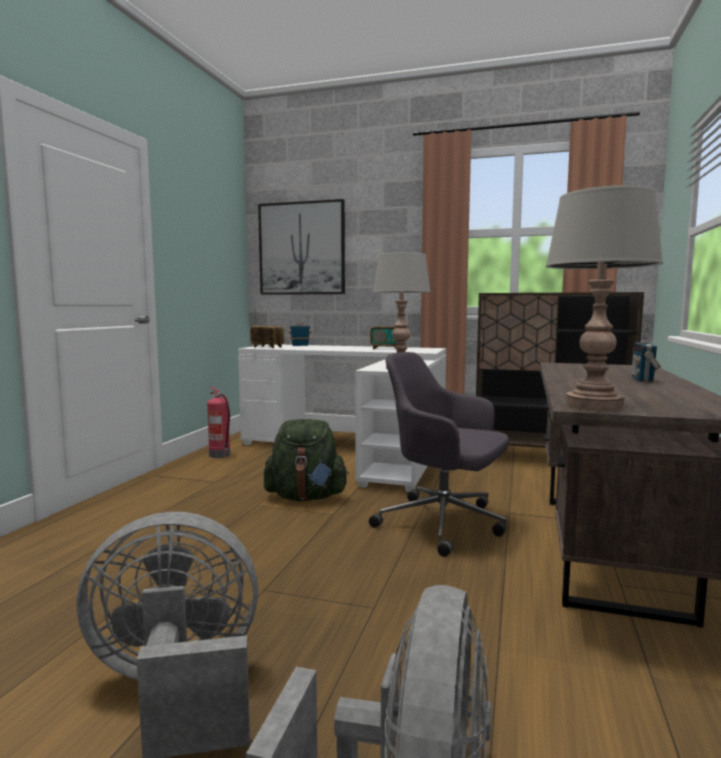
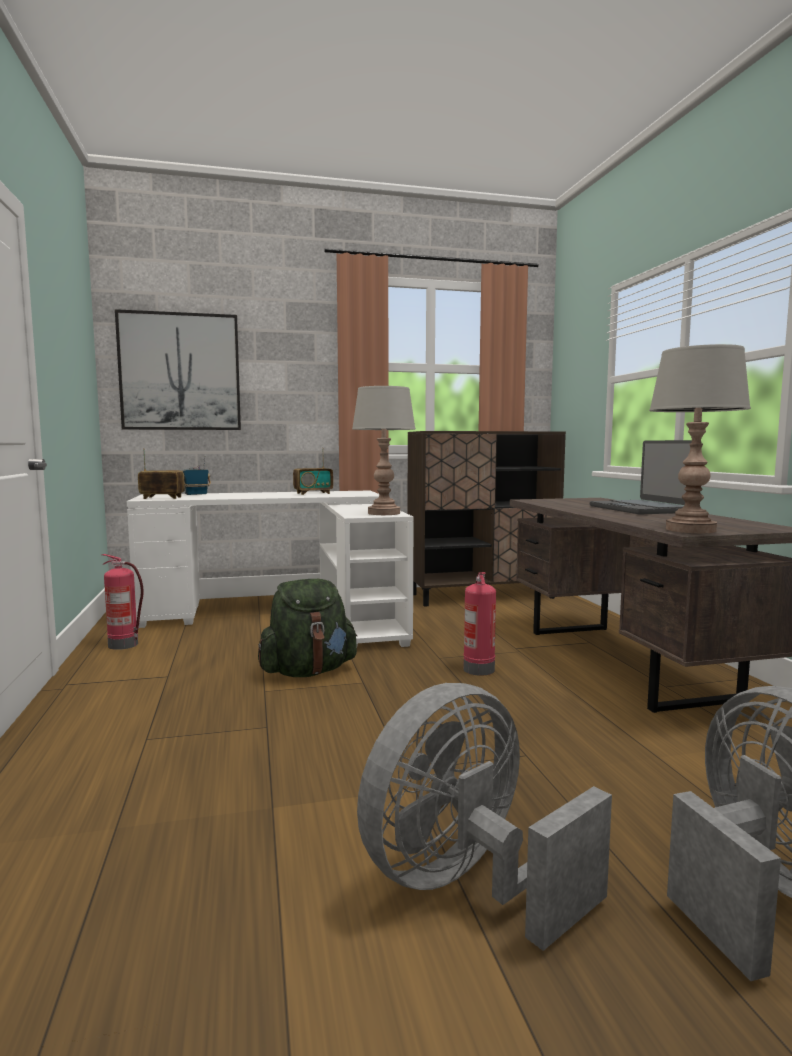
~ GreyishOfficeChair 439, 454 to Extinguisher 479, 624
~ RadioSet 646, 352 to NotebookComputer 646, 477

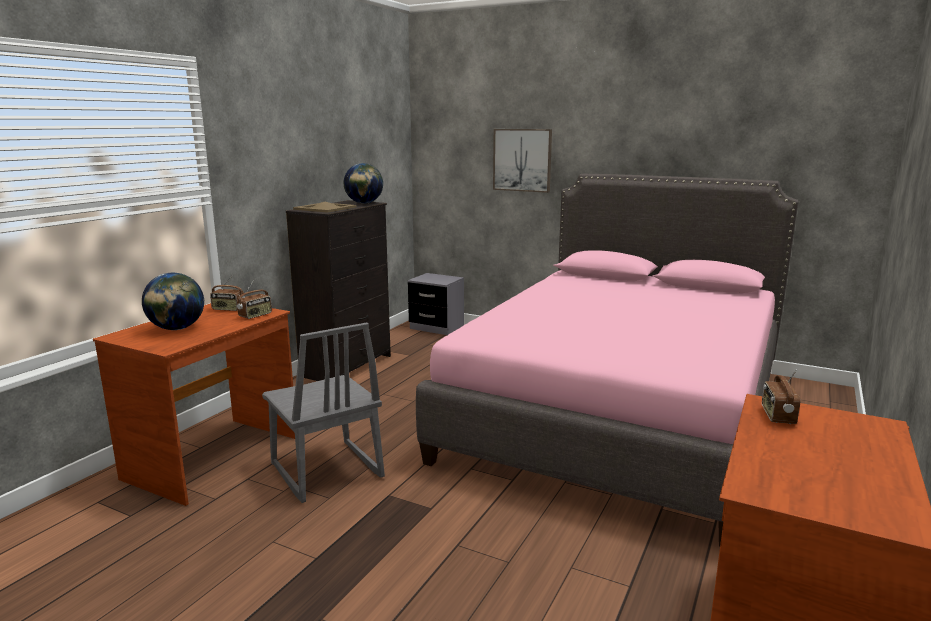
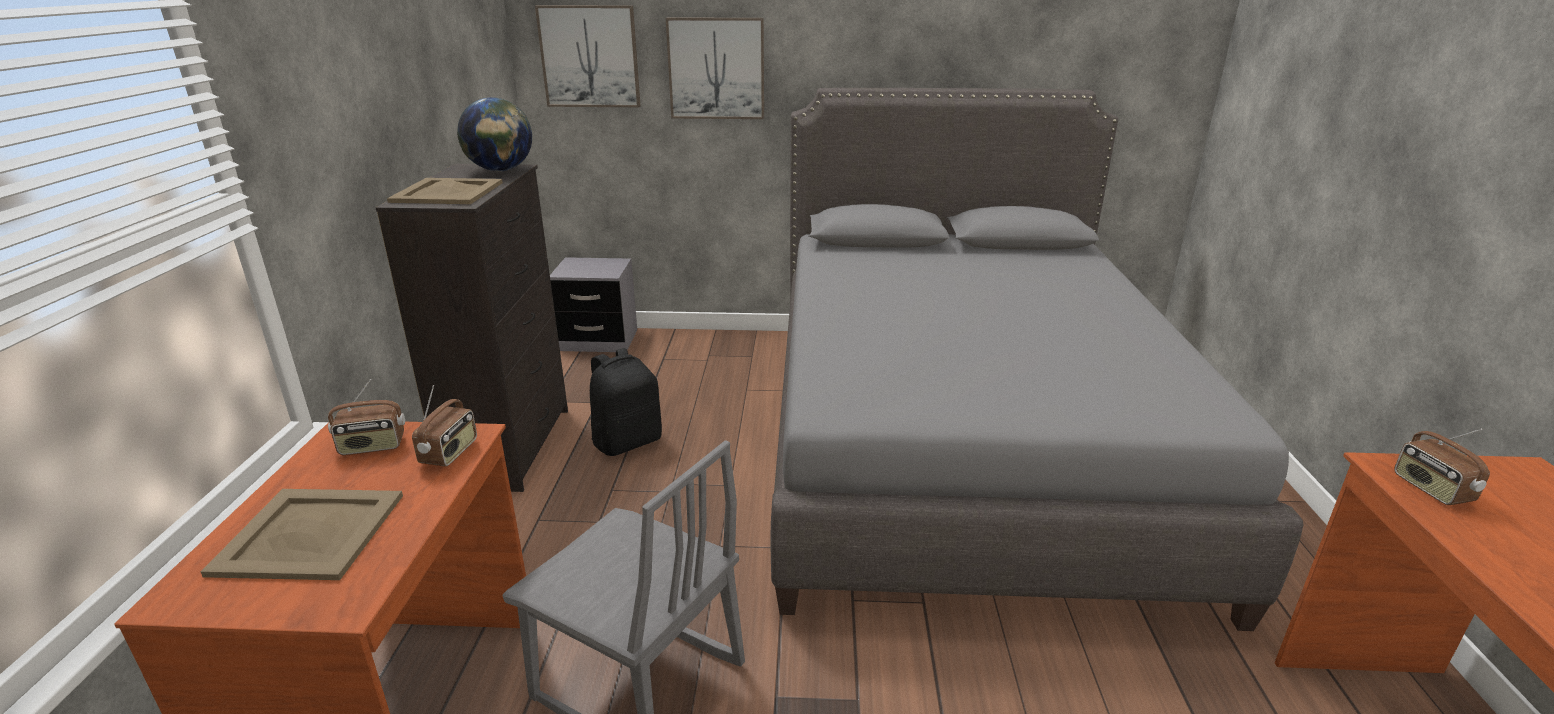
~ DeskGlobe 173, 301 to SandColouredCarryingTray 302, 534
+ Picture 588, 56
+ BlackColouredBackpack 626, 402
~ PinkColouredBedroomBed 607, 360 to GreyishBedroomBed 1037, 359

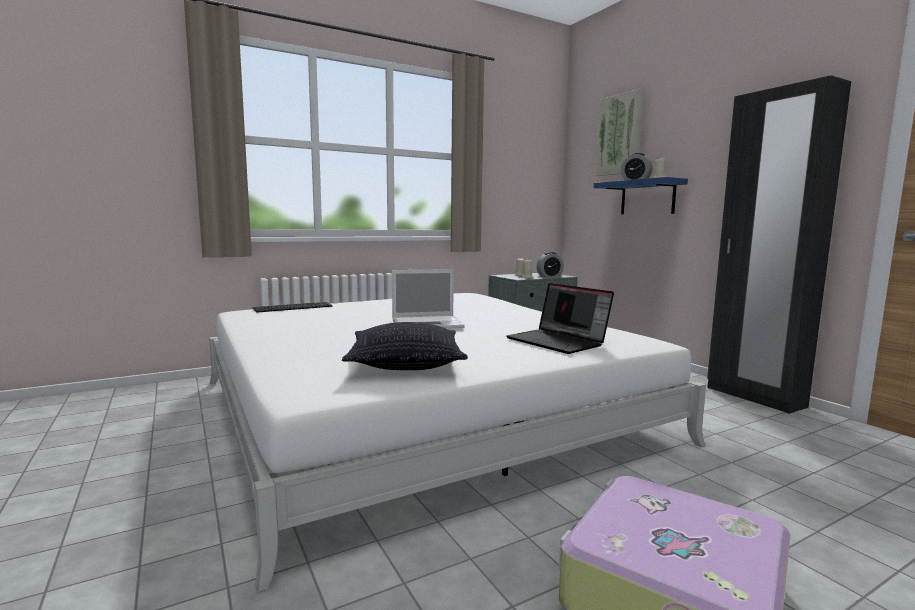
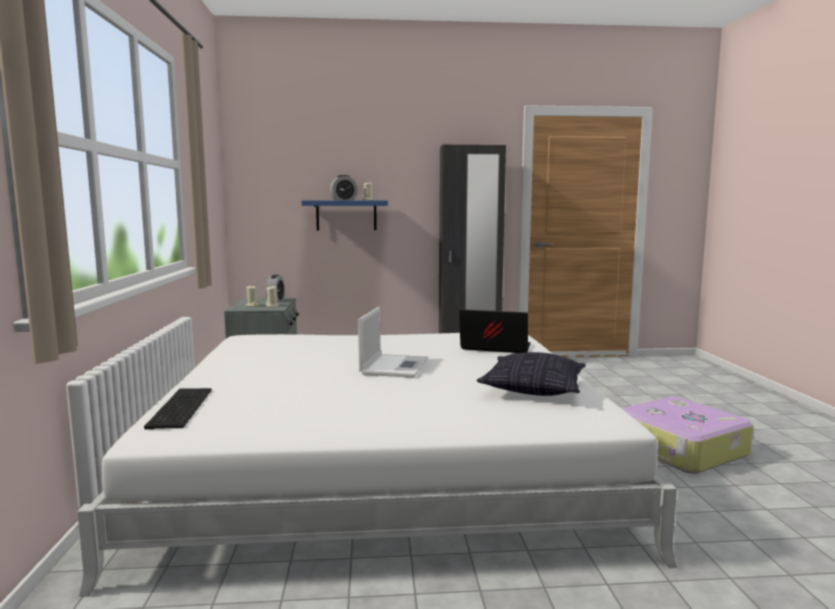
~ NotebookComputer 560, 318 = 495, 331 150 degrees counterclockwise
- Picture 619, 132

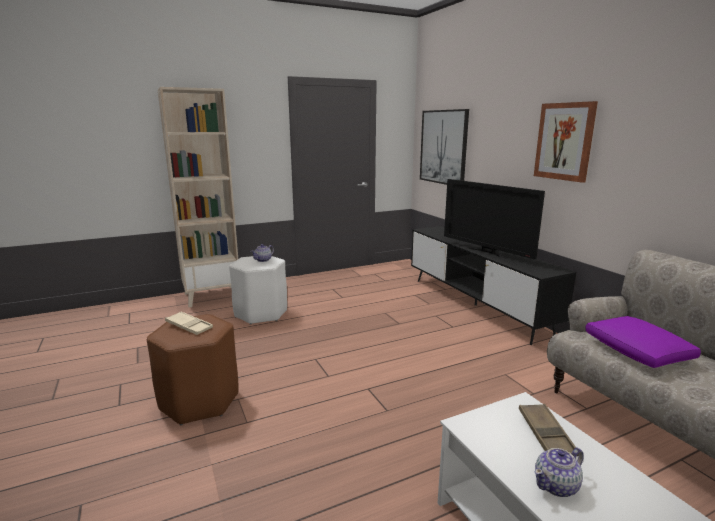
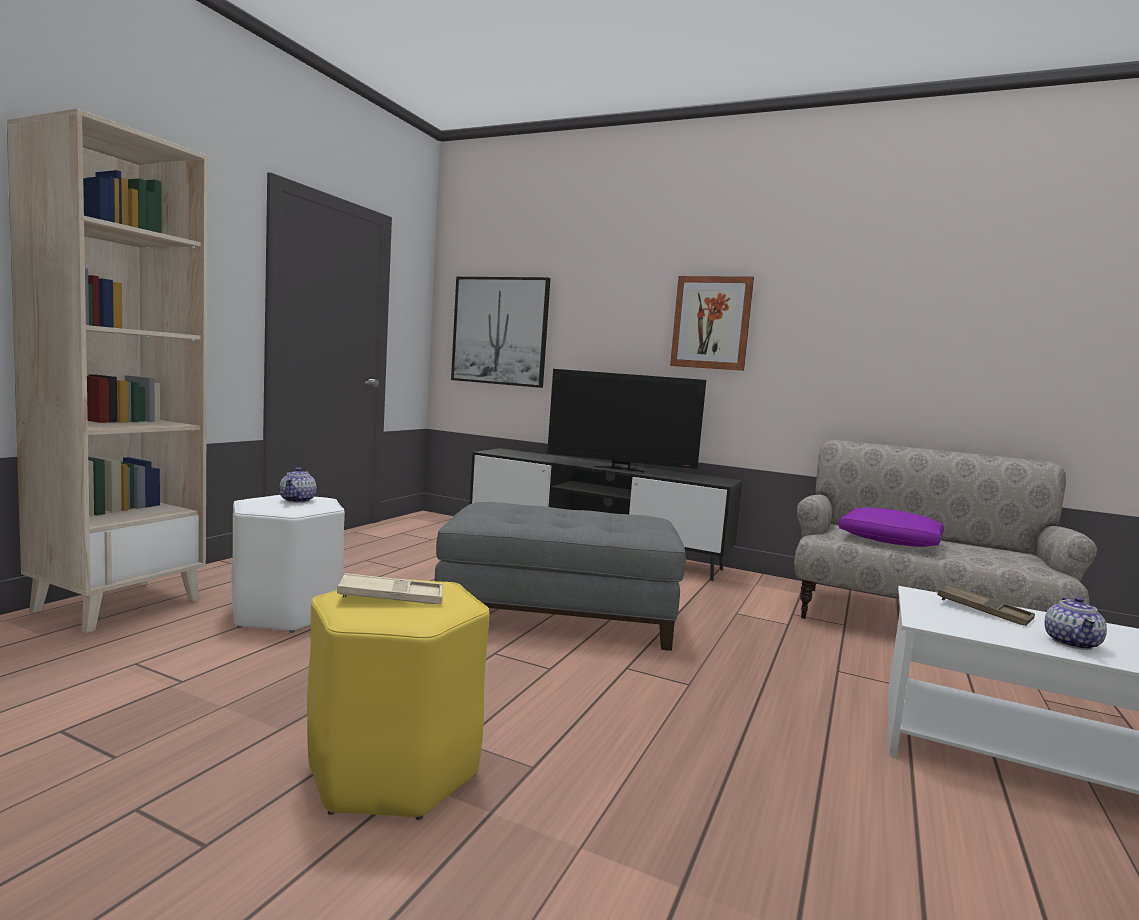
~ BrownishStool 192, 369 to YellowStool 398, 699
+ GreyishFootrest 560, 576

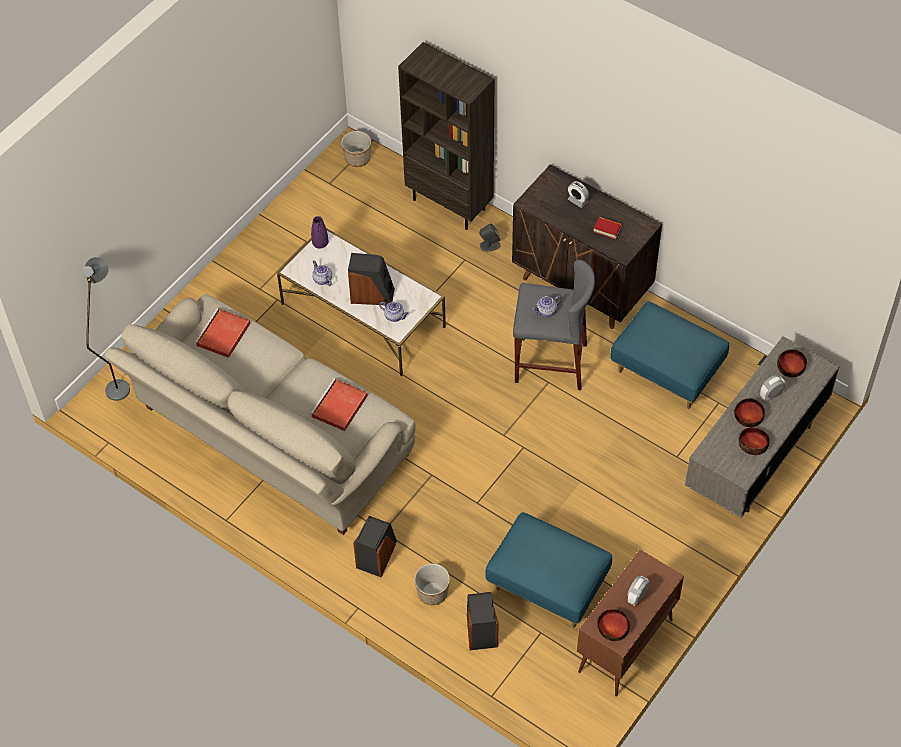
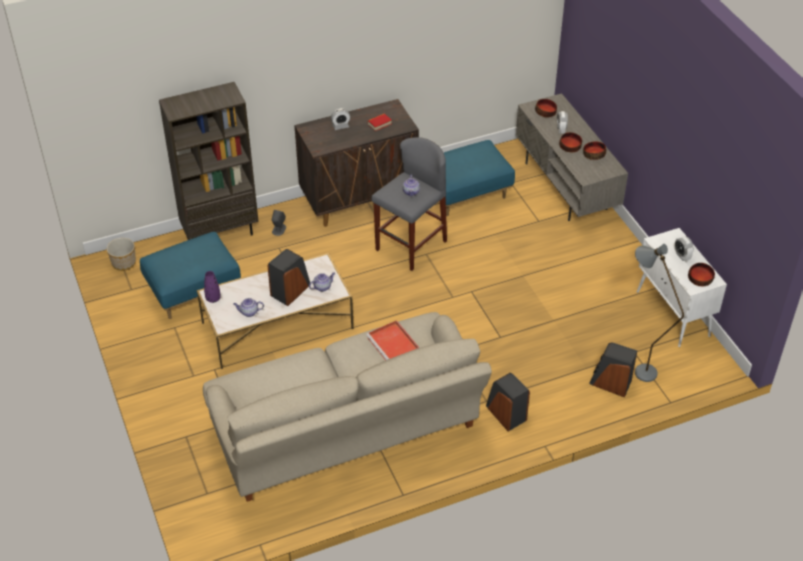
~ BlueFootrest 548, 569 to 190, 275
~ GreyishStandingLamp 106, 329 to 659, 313
~ BrownishStorageCabinet 630, 622 to WhitishStorageCabinet 682, 287
- ReddishCarryingTray 223, 333
- Planter 432, 584

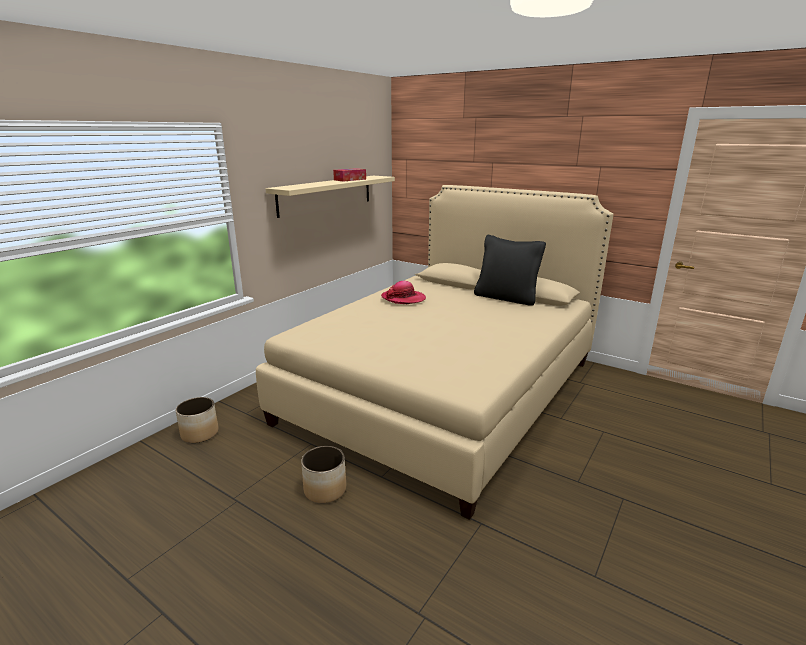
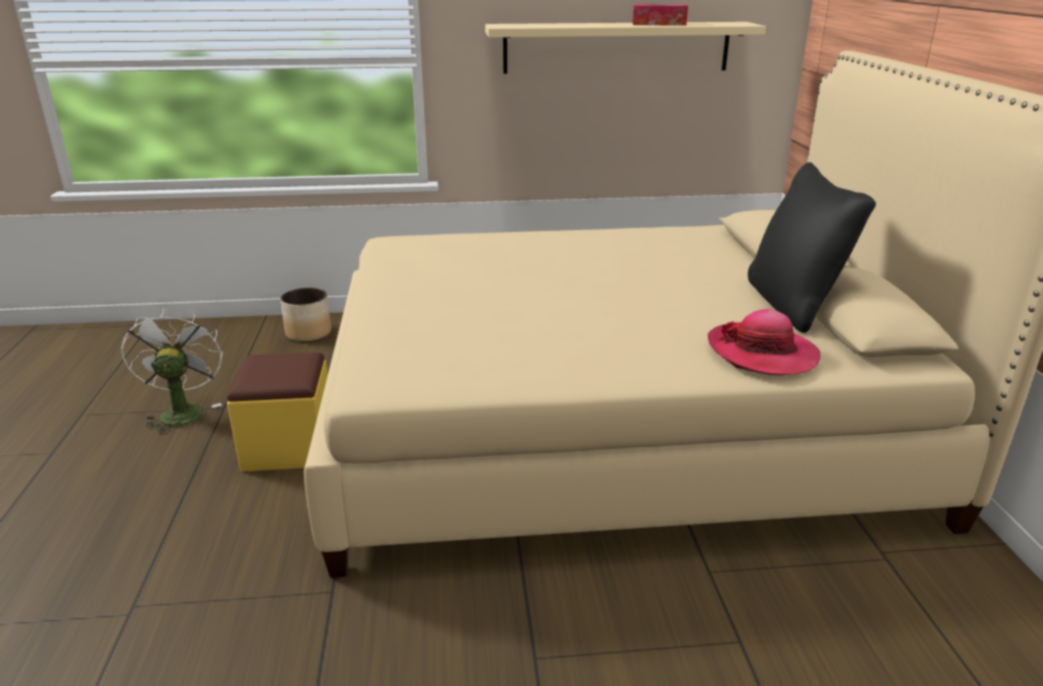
+ WhitishCoolingFan 172, 371
~ Planter 323, 474 to YellowFootrest 277, 412
~ ClothingHat 403, 292 to 764, 342

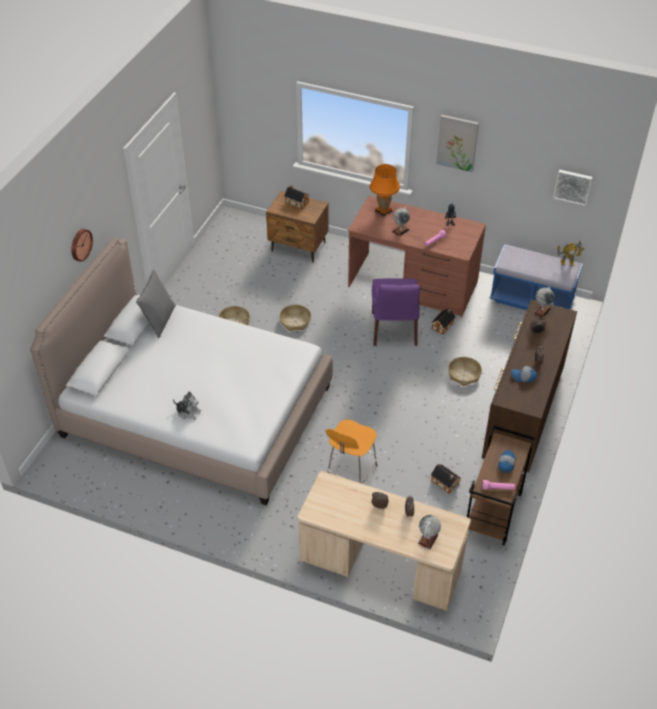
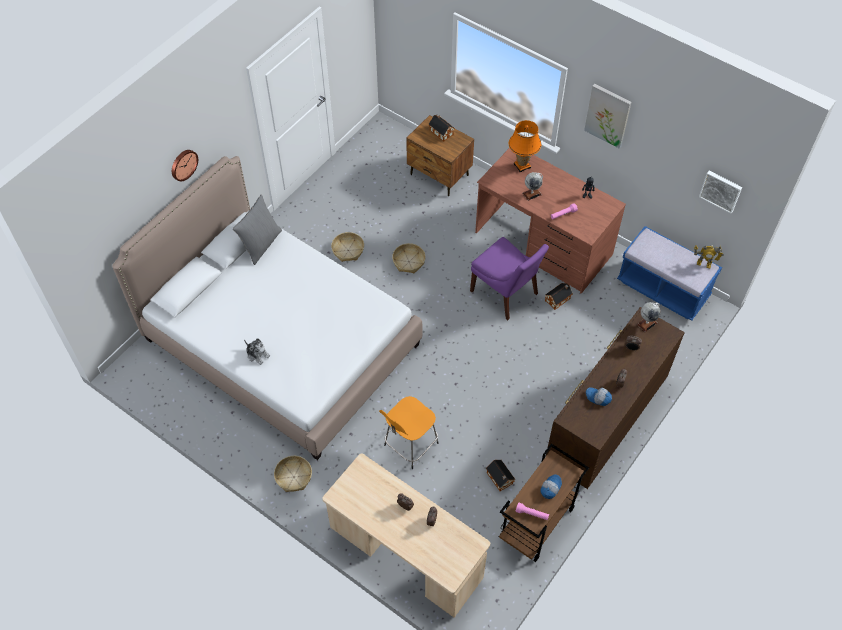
~ StorageBasket 465, 371 to 293, 474
~ PurpleColouredUprightChair 396, 312 = 509, 278 60 degrees counterclockwise
- DeskGlobe 429, 532

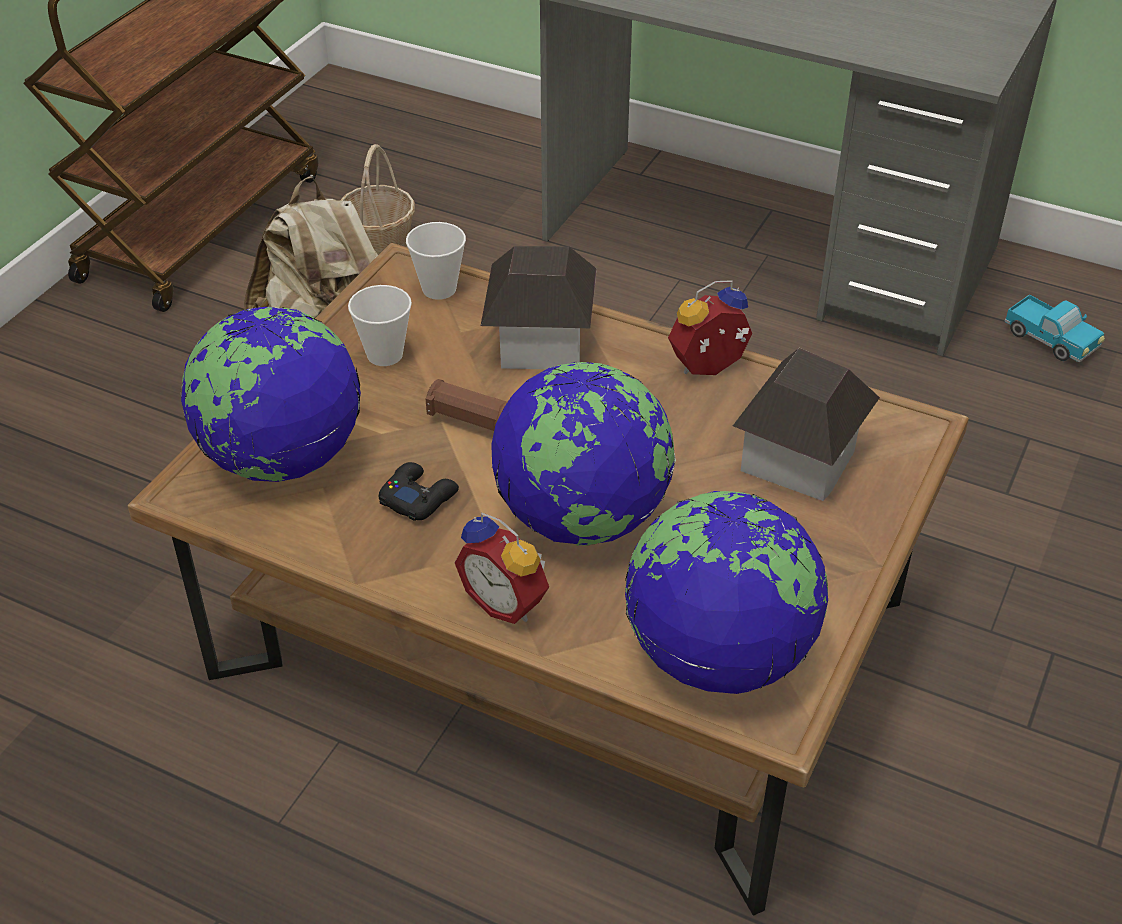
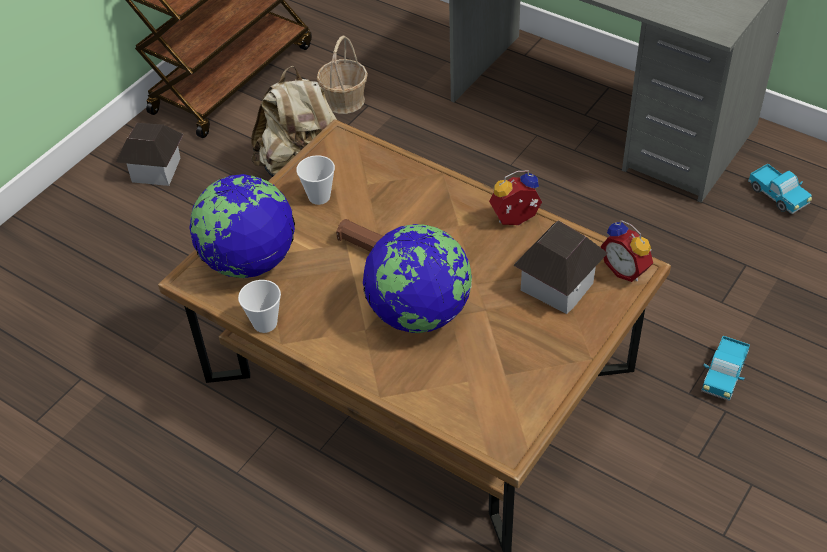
~ ModelHouse 539, 308 to 150, 154
~ DrinkingCup 436, 261 to 259, 306
~ BedsideClock 502, 568 to 626, 251
+ ToyTruck 725, 368
- BlackColouredJoypad 419, 491
- DeskGlobe 726, 592

